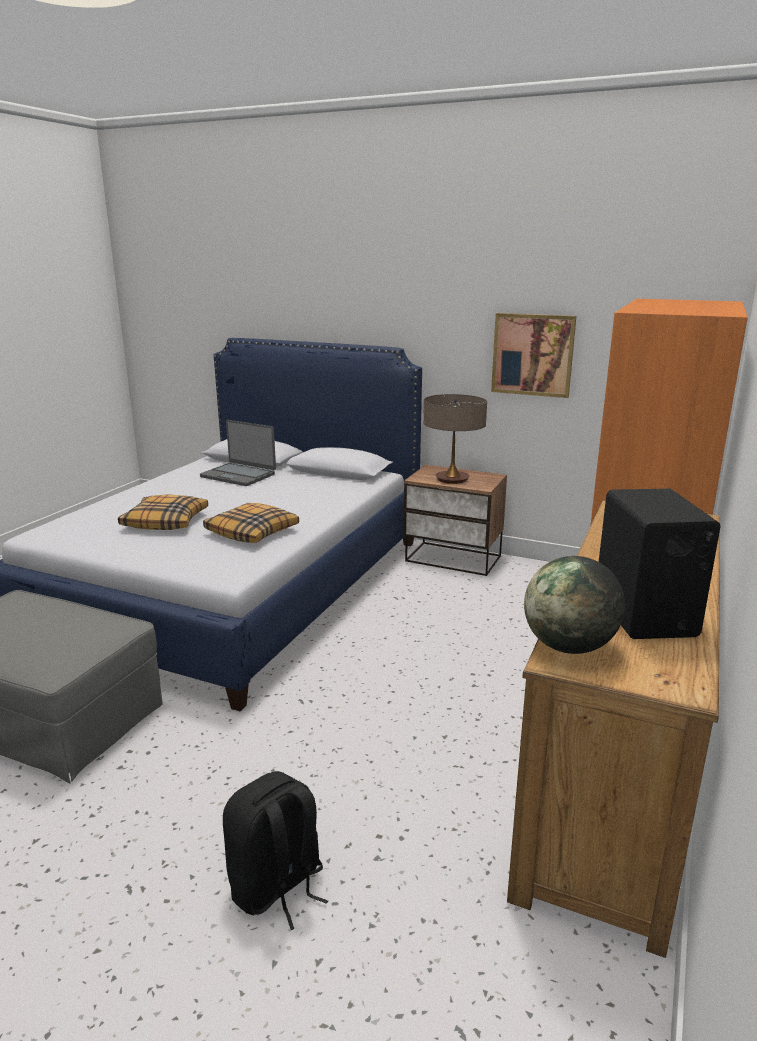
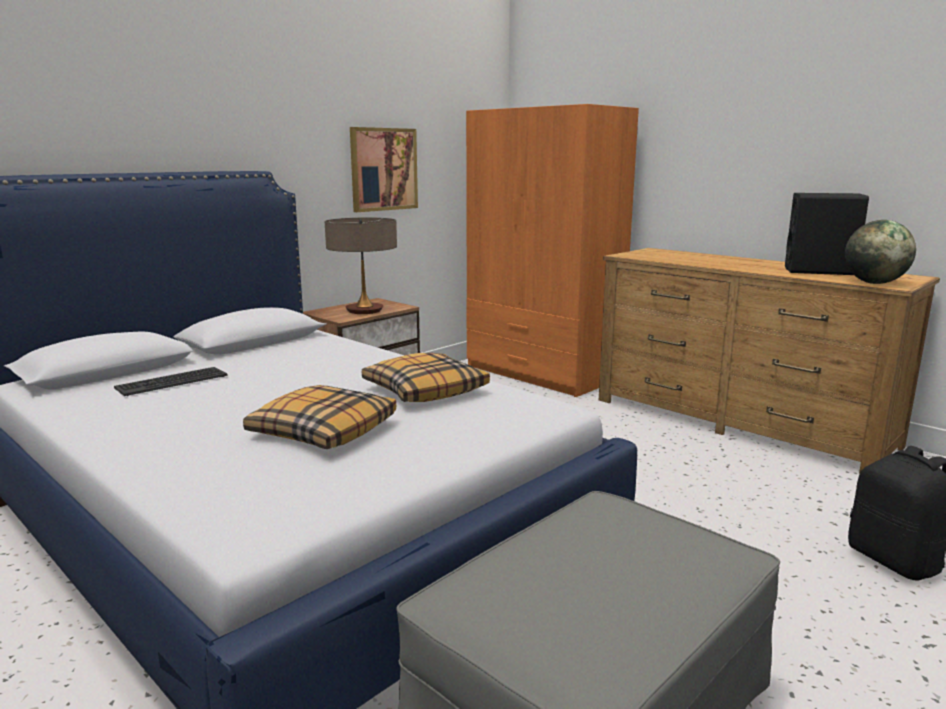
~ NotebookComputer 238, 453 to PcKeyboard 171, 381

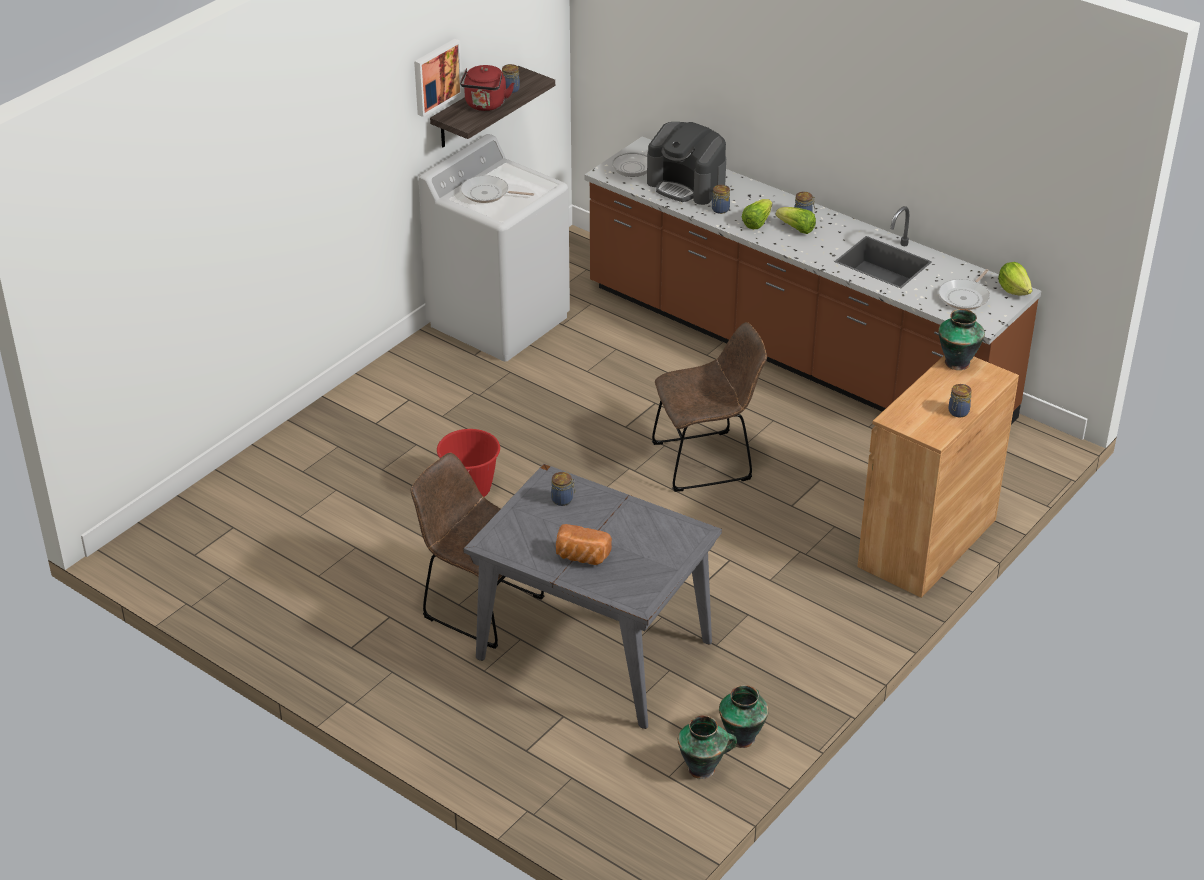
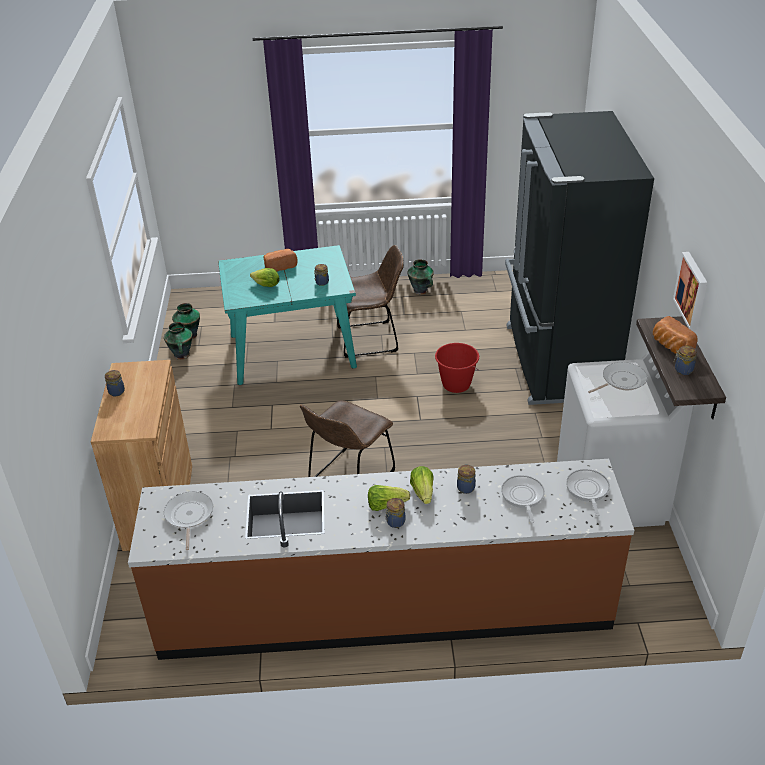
~ GreyishKitchenTable 592, 596 to BlueGreenKitchenTable 287, 315
~ LettuceHead 1015, 278 to 265, 277
~ Vase 961, 339 to 420, 277
~ CoffeeBrewer 686, 163 to Skillet 523, 499
+ BlackColouredRefrigerator 579, 258
~ ReddishKettle 487, 88 to Bread 675, 335

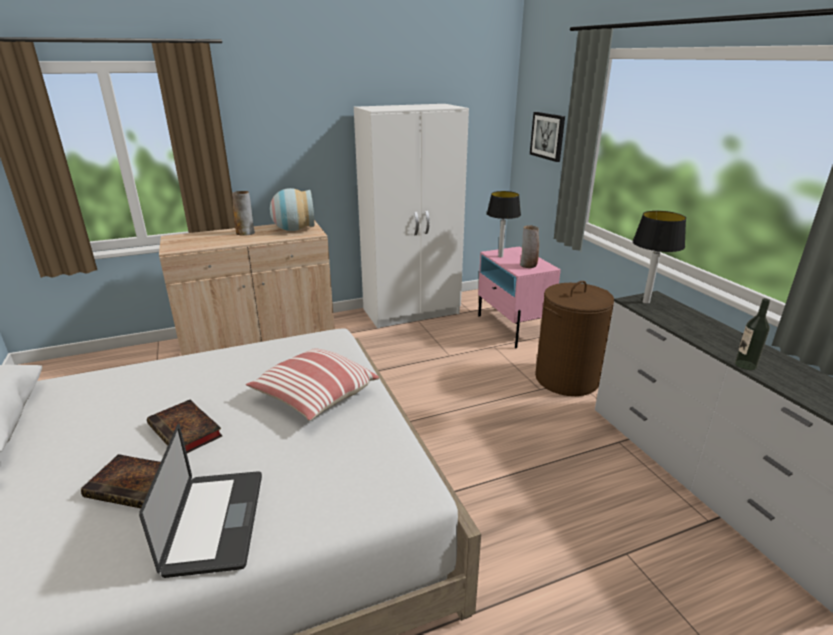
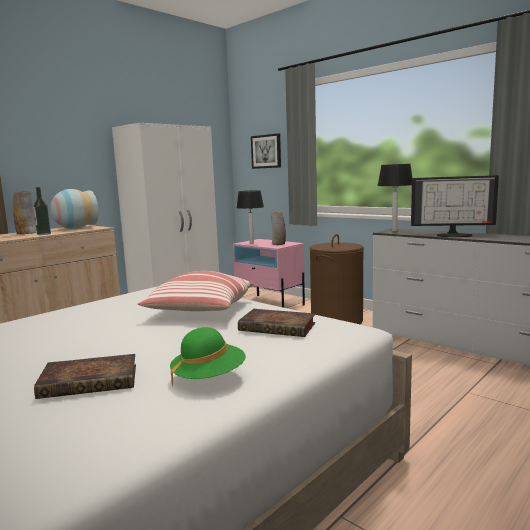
~ DrinkBottle 752, 334 to 42, 211
~ NotebookComputer 200, 501 to GreenColouredClothingHat 208, 357
~ BoundBook 185, 426 to 276, 323
+ ComputerDisplay 455, 206

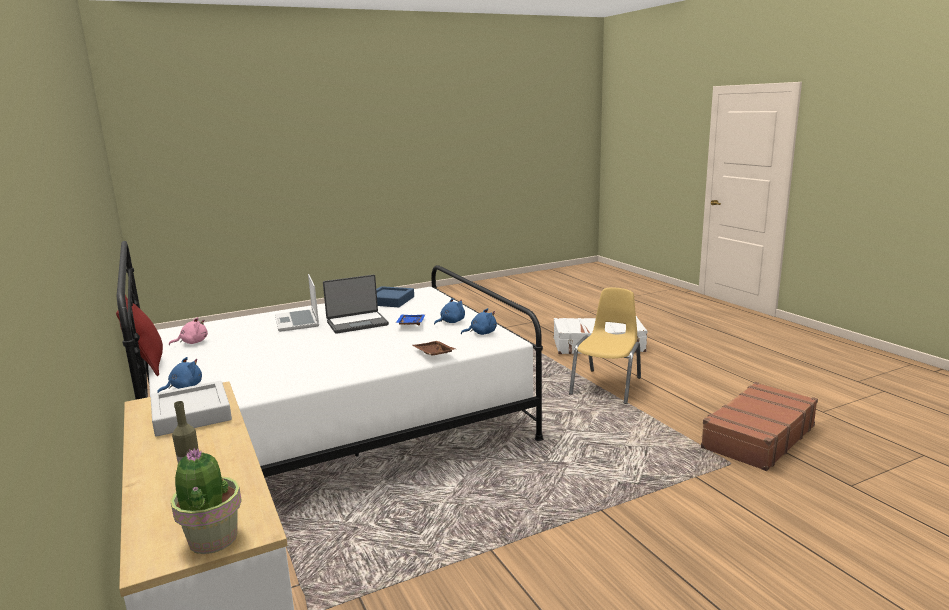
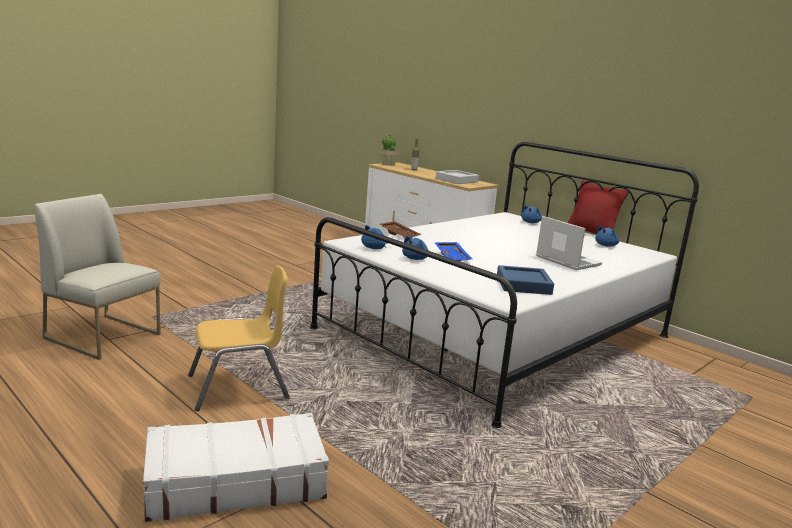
~ BrownishPieceOfLuggage 759, 426 to WhitishUprightChair 97, 277
~ YellowUprightChair 605, 345 = 239, 338 120 degrees counterclockwise
~ PinkColouredPlushToy 188, 331 to BluePlushToy 607, 236
- NotebookComputer 356, 304

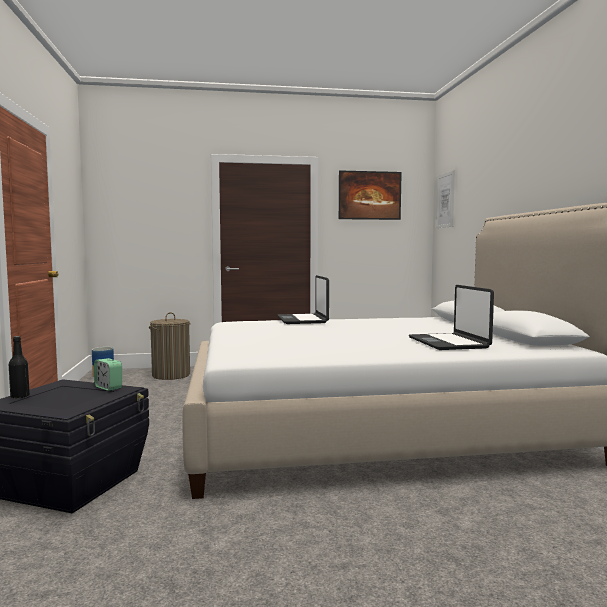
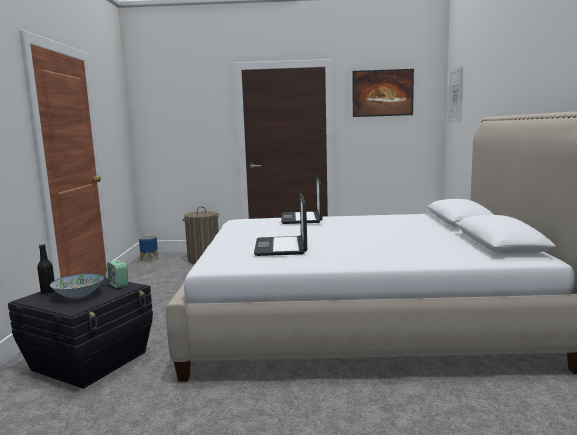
+ ServingBowl 77, 285
~ NotebookComputer 451, 317 to 280, 224

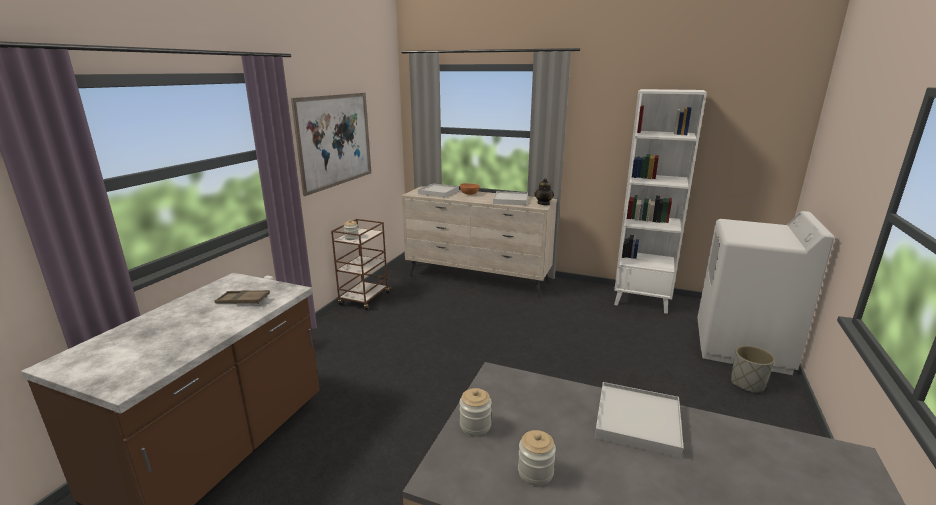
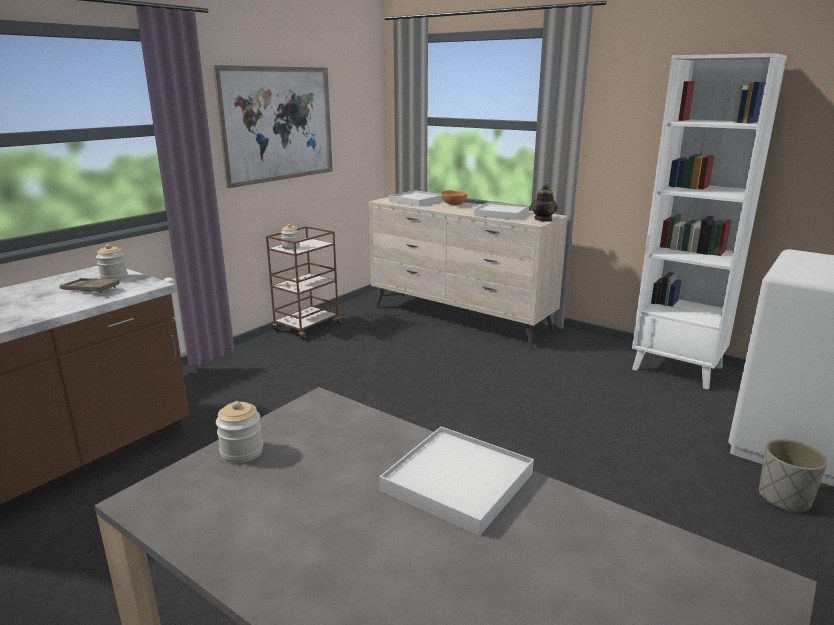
~ PreserveJar 537, 458 to 111, 262

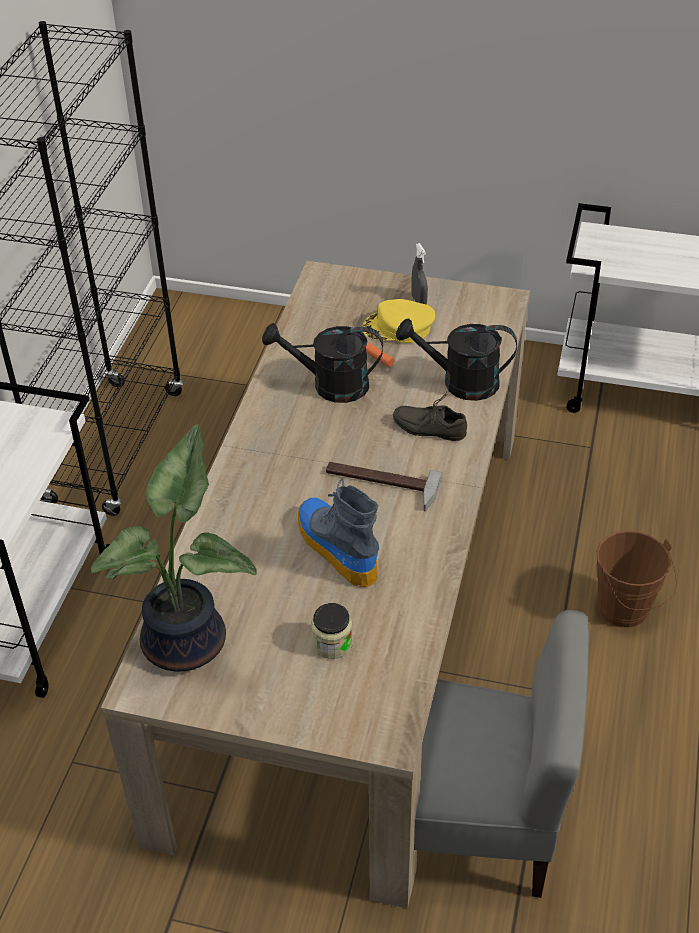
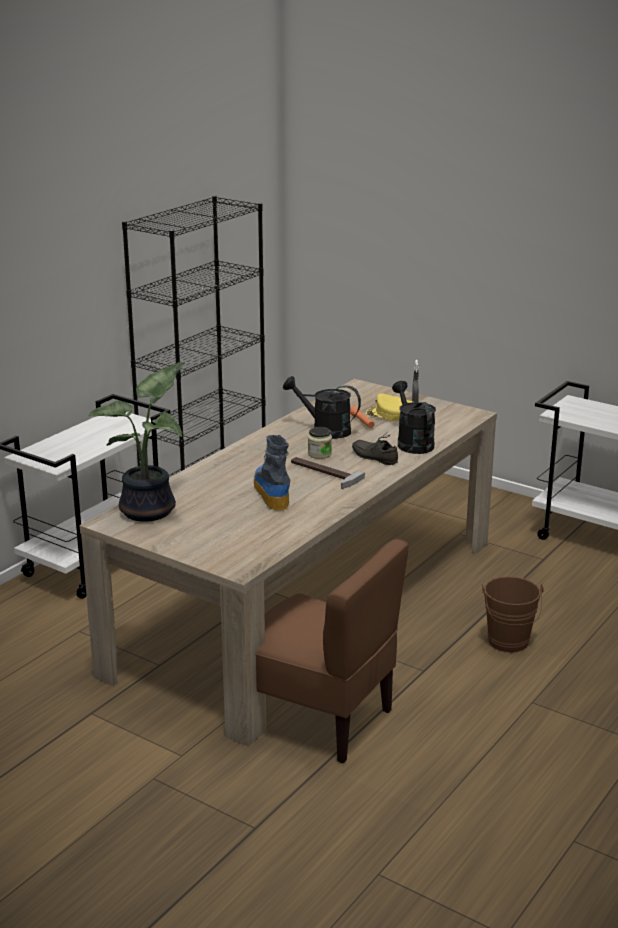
~ GreyishUprightChair 501, 754 to BrownishUprightChair 332, 650
~ PreserveJar 331, 631 to 320, 443
~ BlackColouredSprinklingCan 456, 359 = 414, 417 45 degrees clockwise

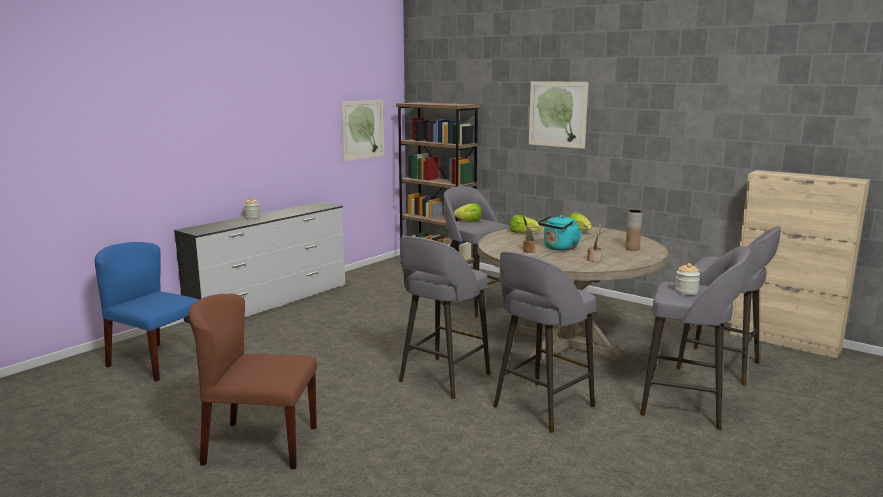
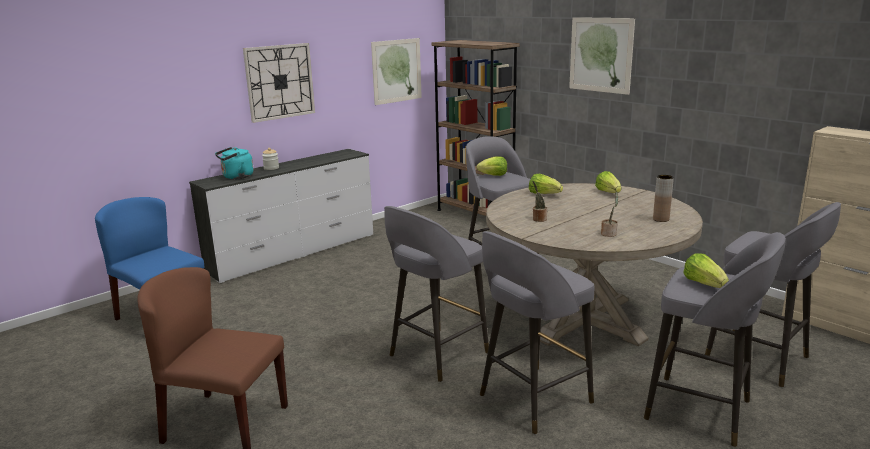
~ BlueGreenKettle 560, 233 to 234, 163
+ WallClock 279, 83
~ PreserveJar 687, 279 to LettuceHead 706, 270

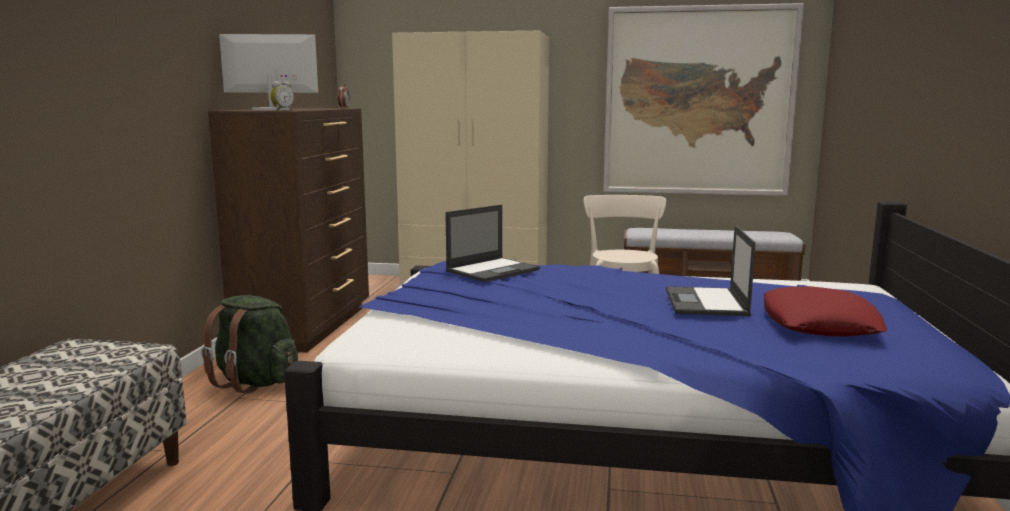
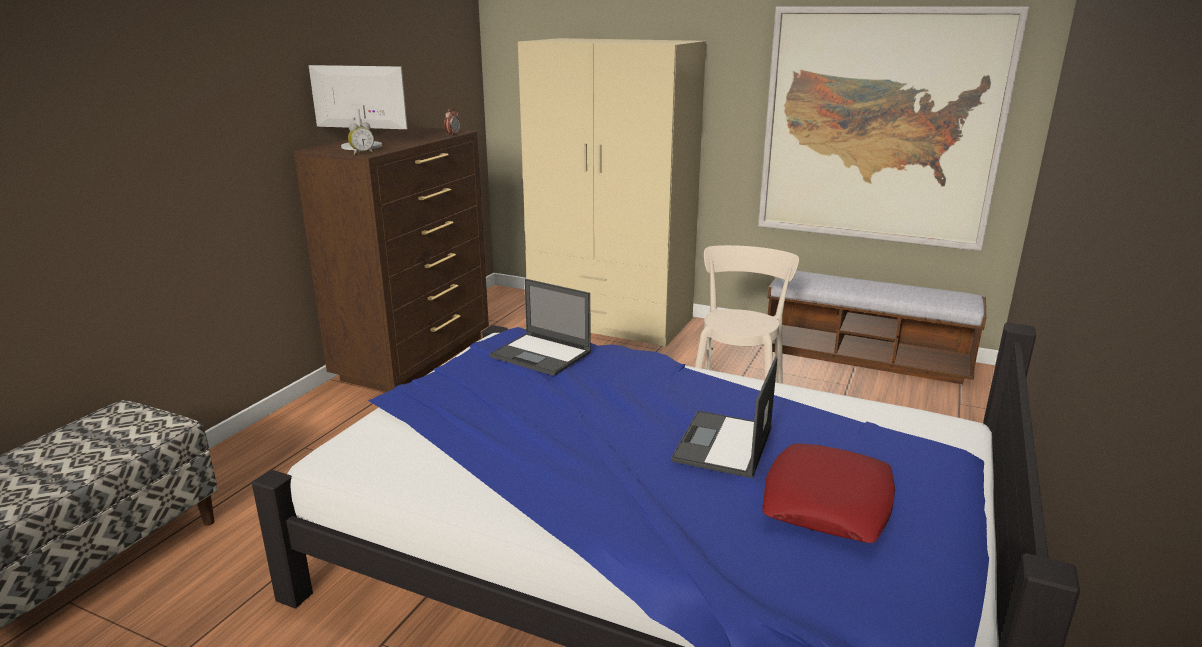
~ NotebookComputer 492, 243 = 540, 327 60 degrees clockwise
- GreenColouredBackpack 249, 344

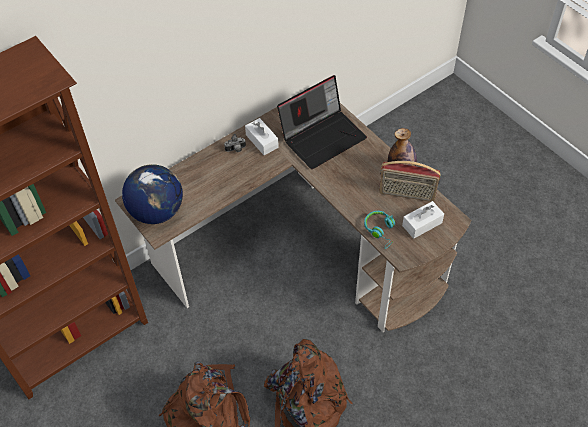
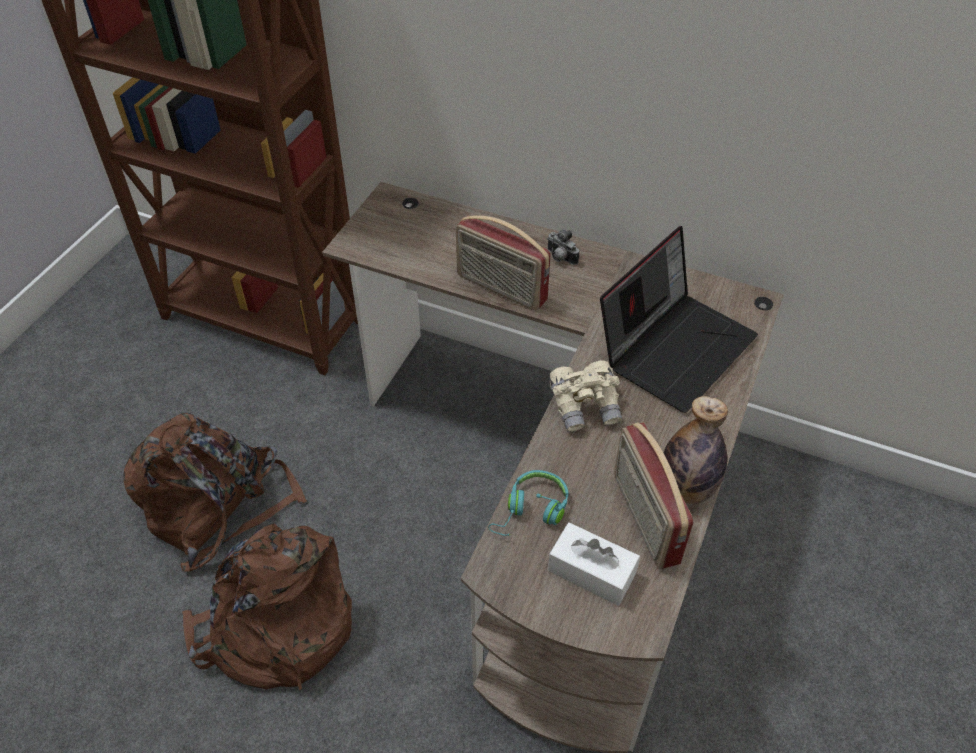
+ RadioSet 503, 263
+ SandColouredFieldGlasses 585, 396
~ NotebookComputer 322, 122 = 679, 319 75 degrees counterclockwise
- DeskGlobe 152, 194
- WhitishTissueBox 262, 136

